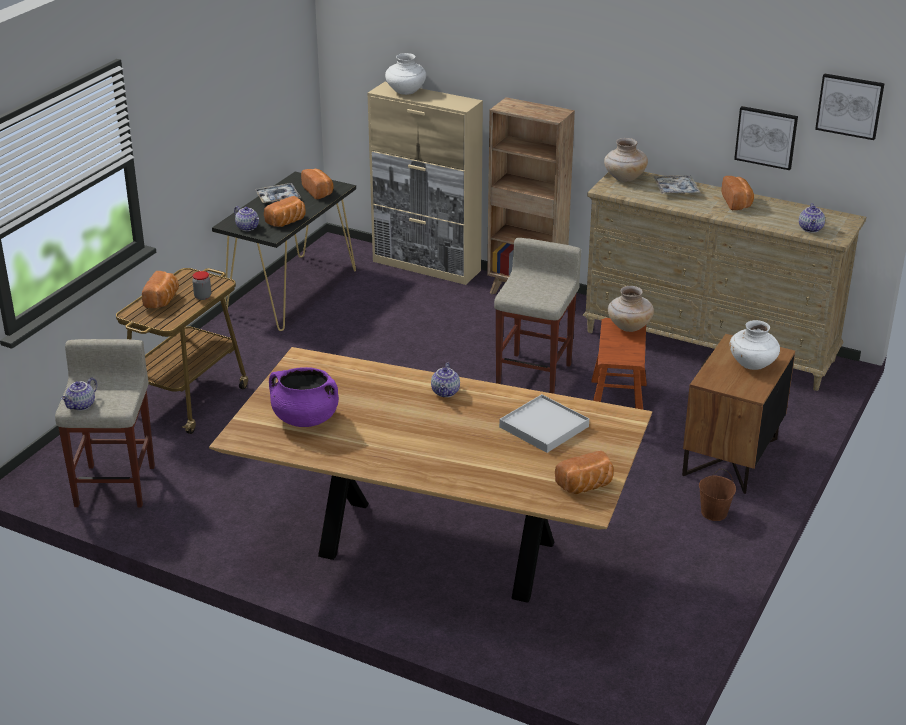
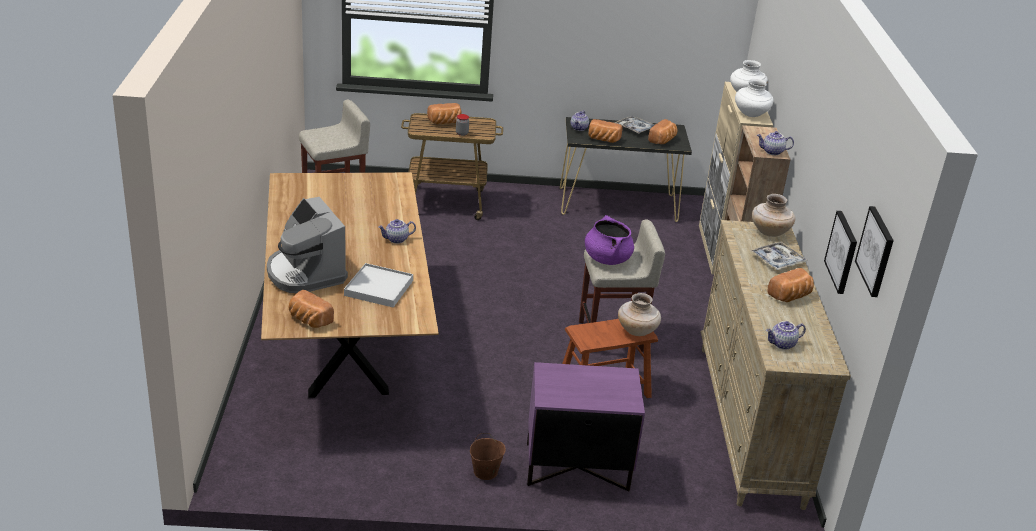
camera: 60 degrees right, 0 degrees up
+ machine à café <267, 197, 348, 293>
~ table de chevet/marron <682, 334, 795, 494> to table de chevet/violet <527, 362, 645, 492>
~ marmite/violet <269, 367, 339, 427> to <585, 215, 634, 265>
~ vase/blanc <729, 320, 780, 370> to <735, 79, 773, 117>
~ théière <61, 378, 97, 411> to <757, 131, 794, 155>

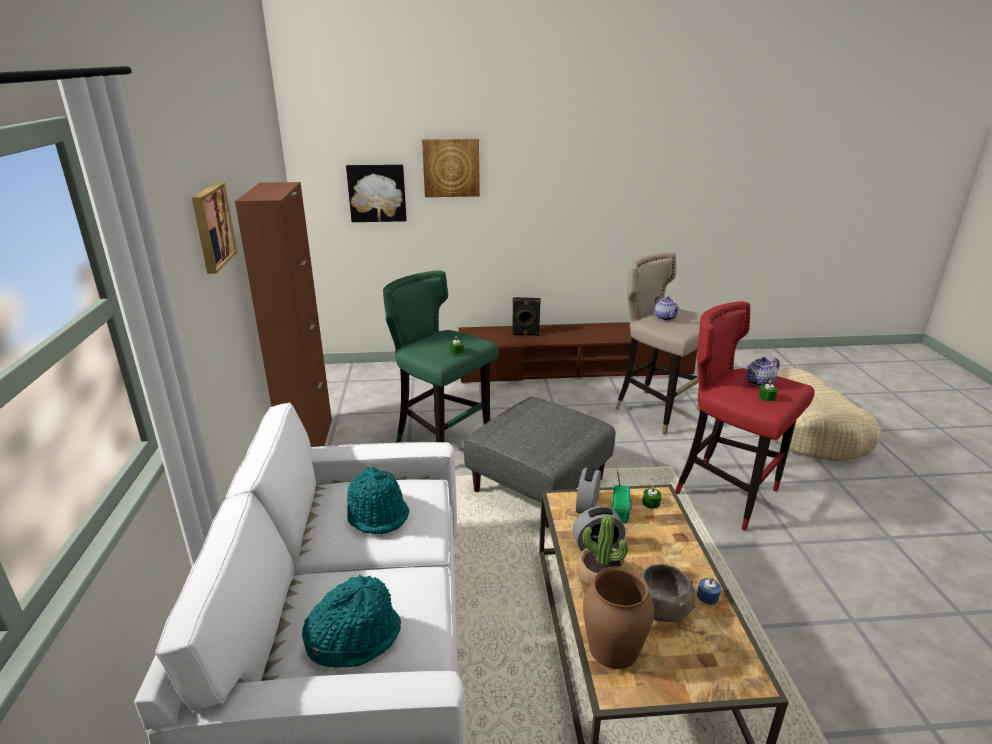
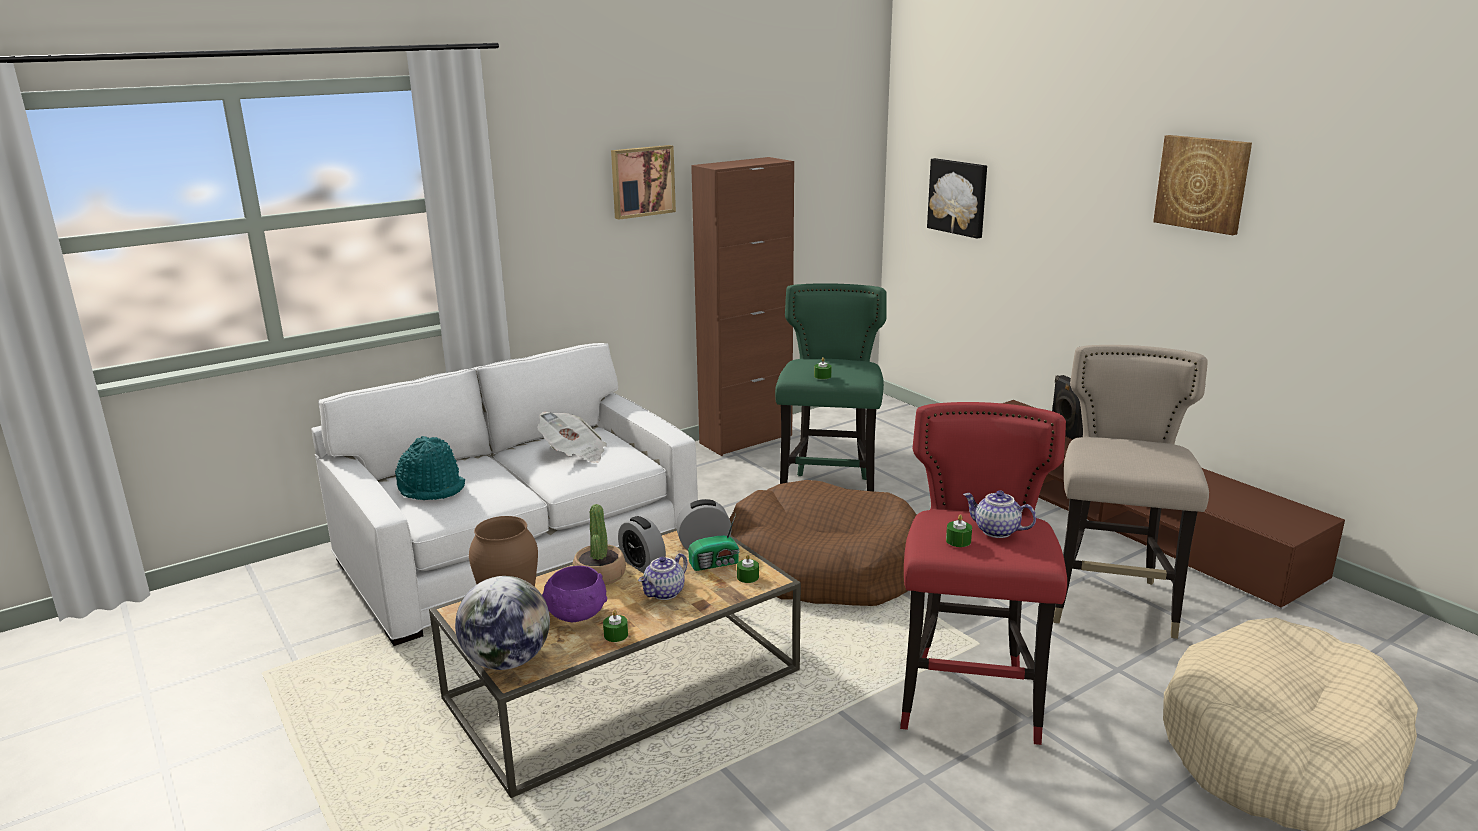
camera: 60 degrees right, 5 degrees down
+ globe <455, 576, 550, 670>
~ chapeau/turquoise <347, 467, 409, 535> to journal <537, 412, 607, 463>
~ bol/gris <640, 564, 696, 622> to bol/violet <542, 566, 607, 622>
~ bougie/bleu <697, 577, 721, 604> to bougie/vert <603, 610, 628, 642>
~ théière <655, 296, 679, 321> to <638, 553, 687, 600>
~ pouf/gris <464, 397, 615, 528> to panier pour chien/marron <730, 480, 917, 606>
~ tableau <422, 139, 480, 197> to <1153, 135, 1252, 235>

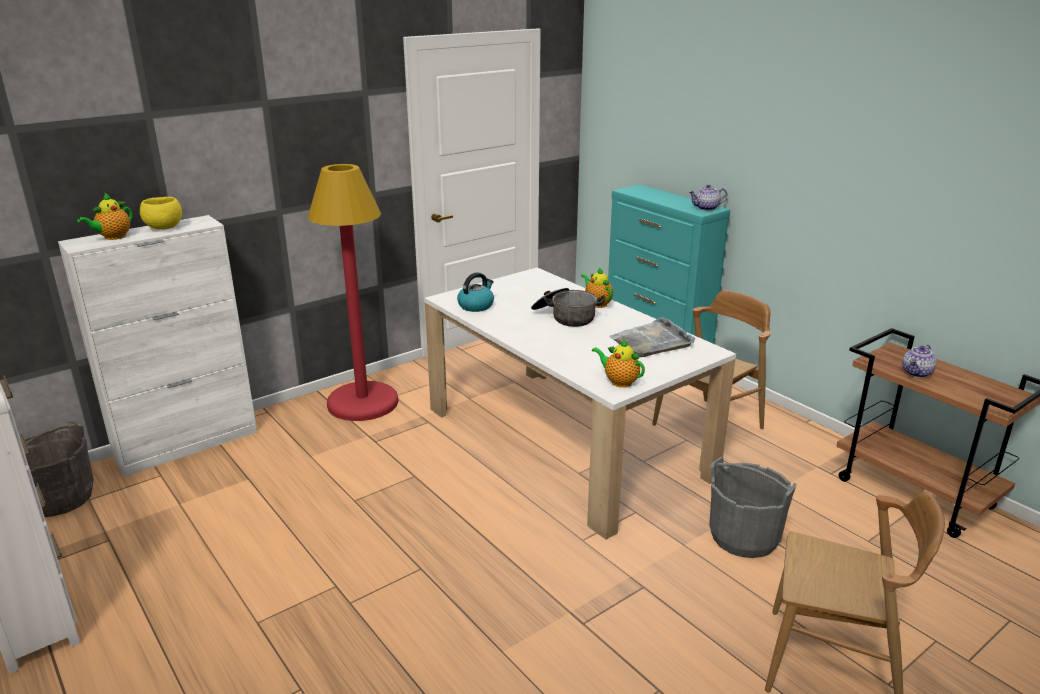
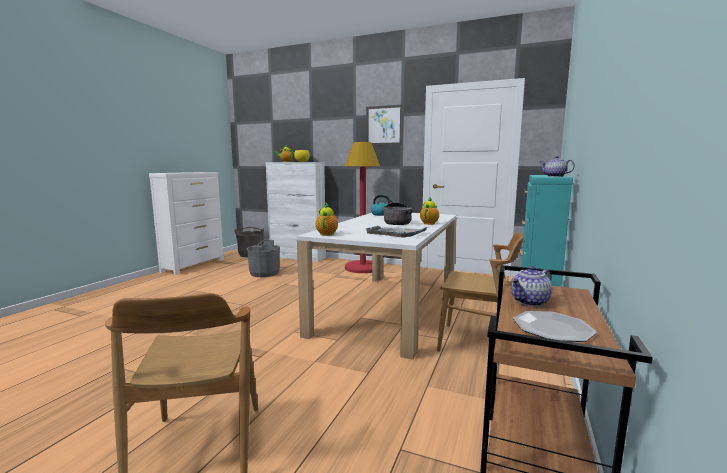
camera: 60 degrees right, 15 degrees down
~ seau/gris <709, 457, 797, 558> to <247, 239, 280, 277>
+ tableau <366, 105, 403, 145>
~ théière <902, 345, 937, 378> = <511, 266, 552, 307> 45 degrees counterclockwise
+ assiette <513, 311, 597, 342>

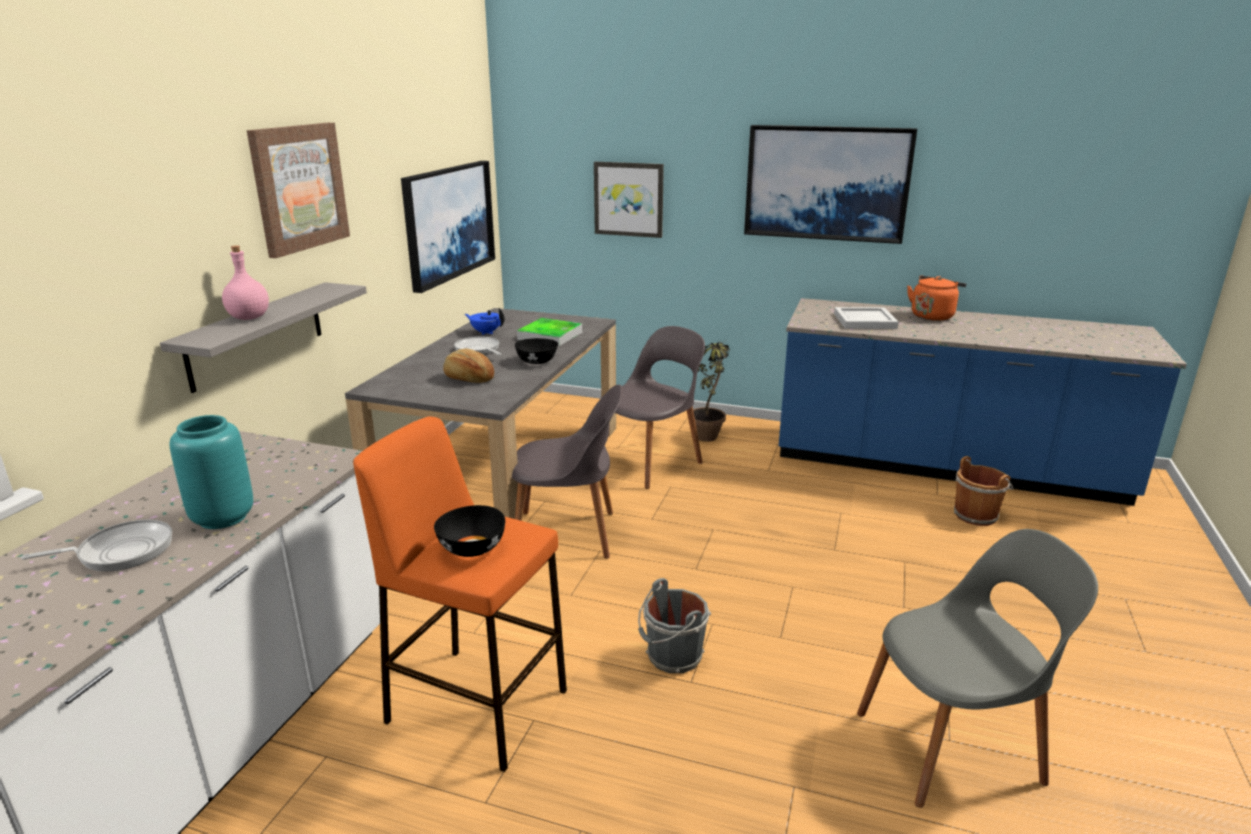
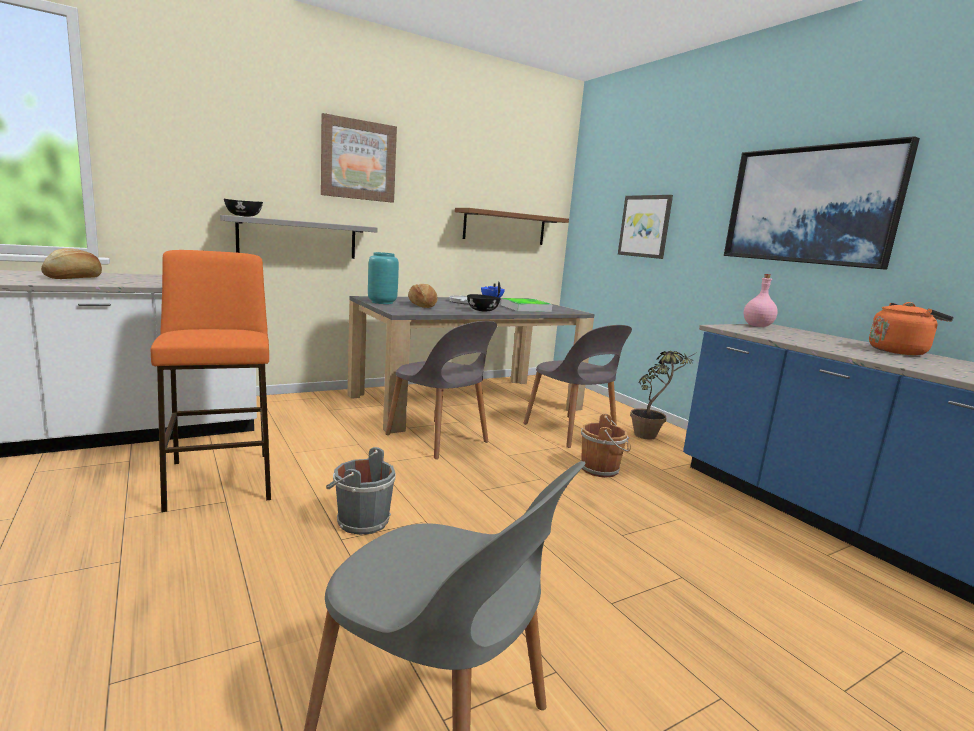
camera: 40 degrees right, 10 degrees down
~ poêle <21, 520, 172, 571> to pain <41, 248, 102, 279>
~ bol/noir <434, 505, 505, 557> to <224, 199, 263, 217>
~ vase/turquoise <169, 415, 253, 529> to <368, 252, 399, 304>
~ tableau <401, 161, 495, 293> to étagère/marron <455, 208, 569, 245>
~ chaise/gris <615, 326, 705, 489> = <523, 325, 632, 448> 60 degrees clockwise
~ seau/marron <954, 456, 1013, 526> to <580, 414, 631, 478>
~ bouteille/rose <222, 245, 269, 320> to <744, 274, 778, 327>
- plateau/blanc <834, 307, 898, 329>

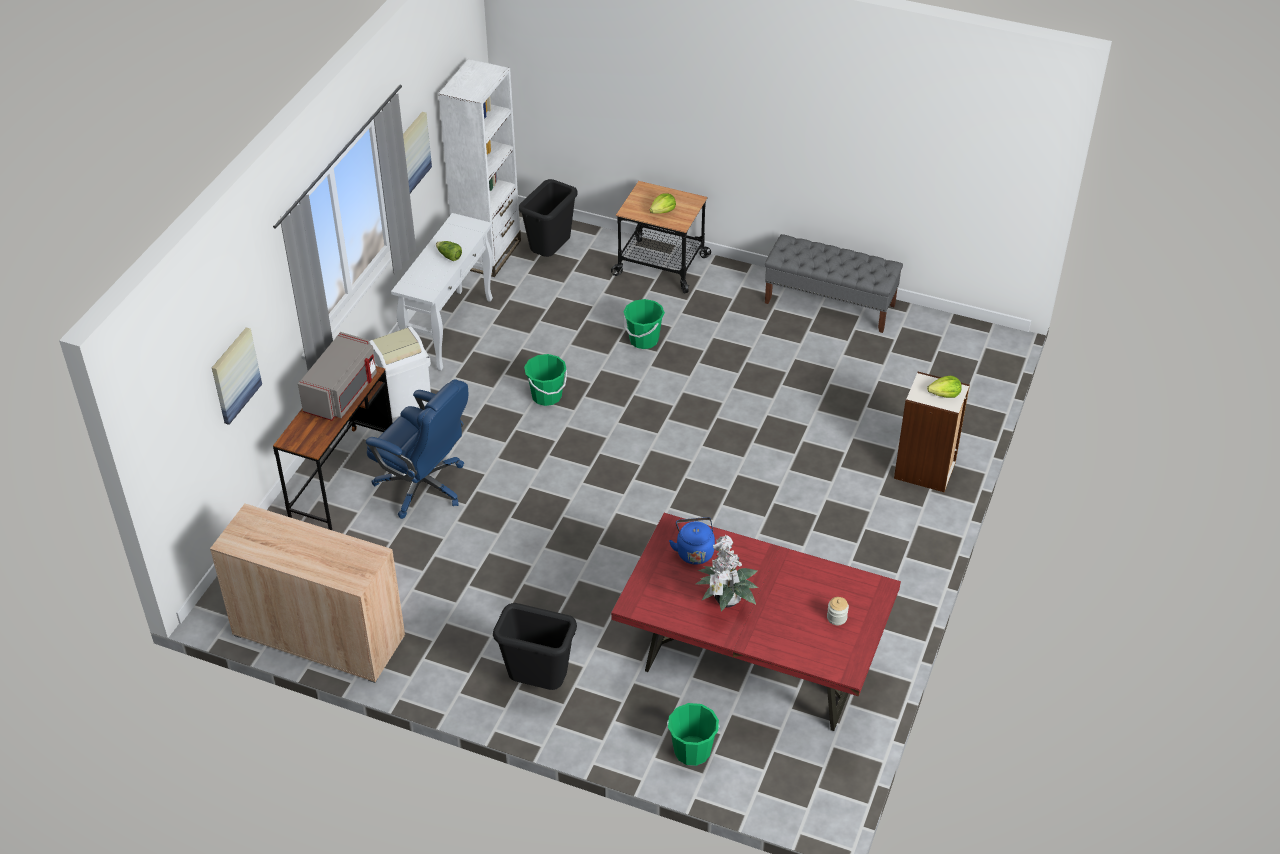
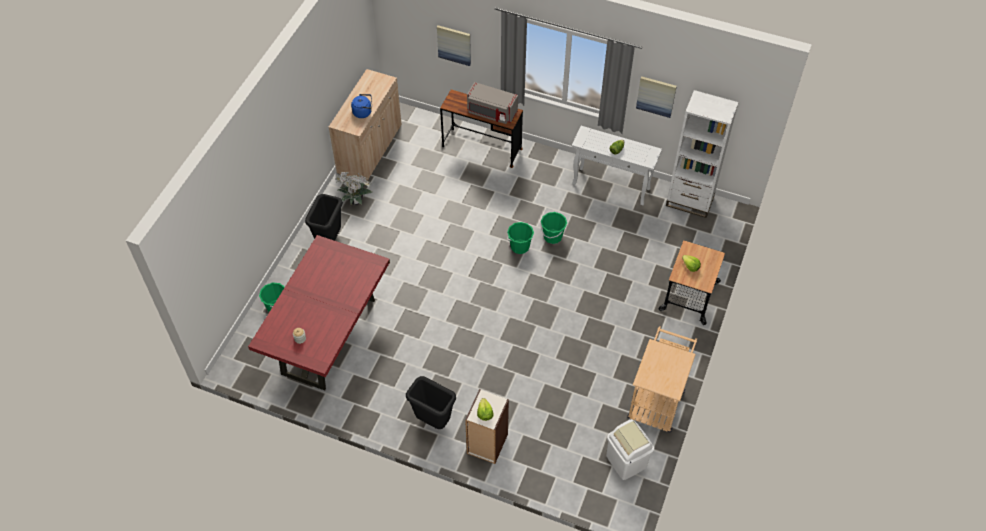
camera: 90 degrees right, 10 degrees up
~ plante en pot <696, 535, 758, 612> to <335, 172, 372, 205>
~ bouilloire/bleu <669, 517, 715, 565> to <351, 94, 372, 118>
~ poubelle/noir <519, 179, 578, 257> to <406, 376, 456, 429>
~ seau/vert <624, 299, 665, 349> to <507, 222, 534, 254>
~ poubelle/blanc <369, 327, 431, 418> to <606, 419, 654, 480>
~ banc/gris <765, 234, 903, 333> to chariot/beige <627, 326, 697, 432>
- chaise de bureau/bleu <366, 379, 468, 519>

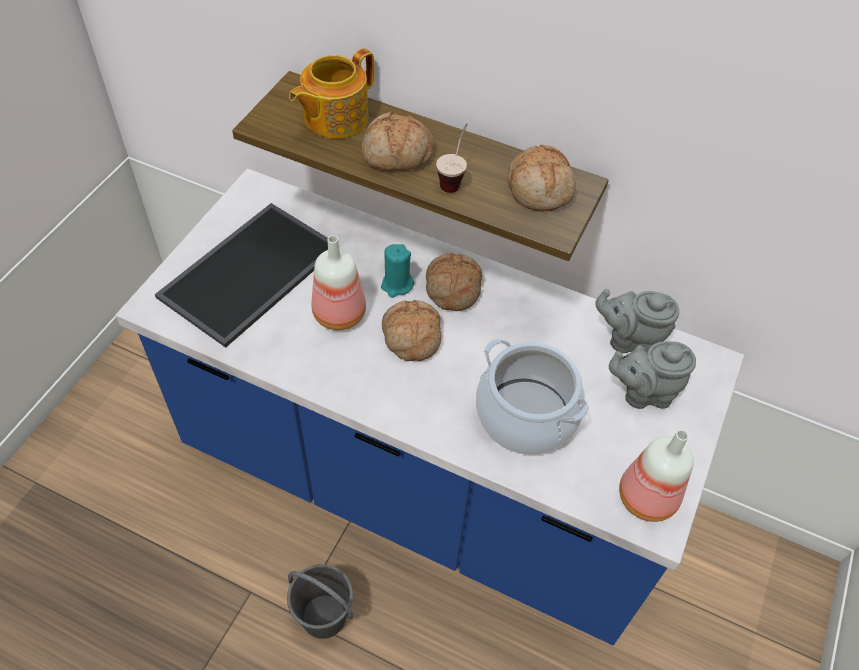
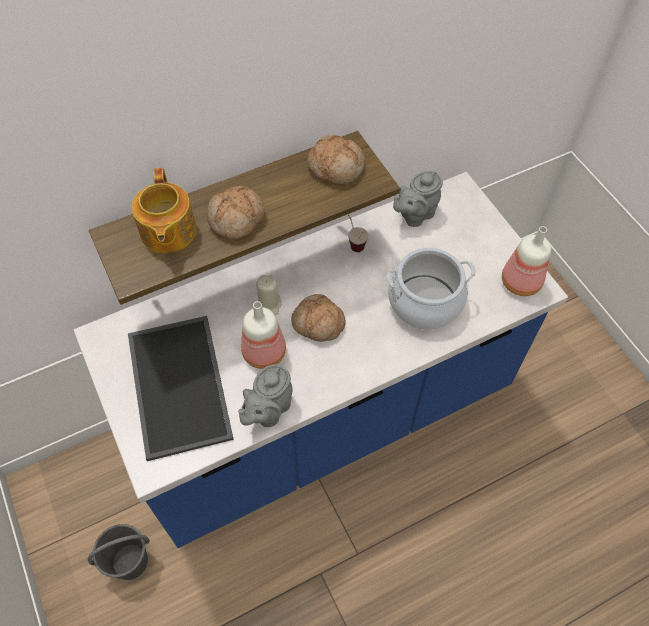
camera: 50 degrees left, 5 degrees up
~ seau/gris <287, 564, 353, 639> to <88, 524, 150, 580>
~ théière/gris <609, 341, 696, 409> to <238, 364, 292, 427>
~ bougie/turquoise <381, 244, 414, 298> to bougie/beige <256, 275, 282, 315>
~ tasse <436, 123, 467, 193> to <347, 214, 368, 252>
- pain <426, 253, 482, 311>

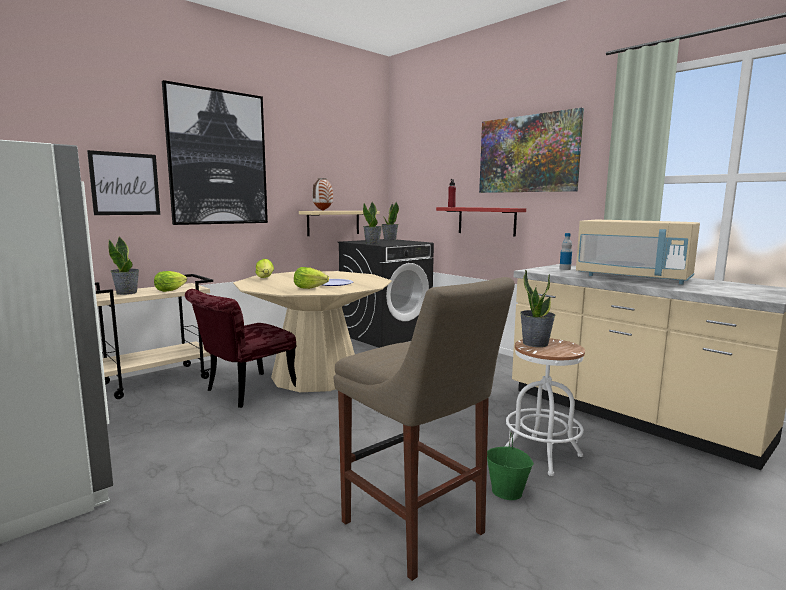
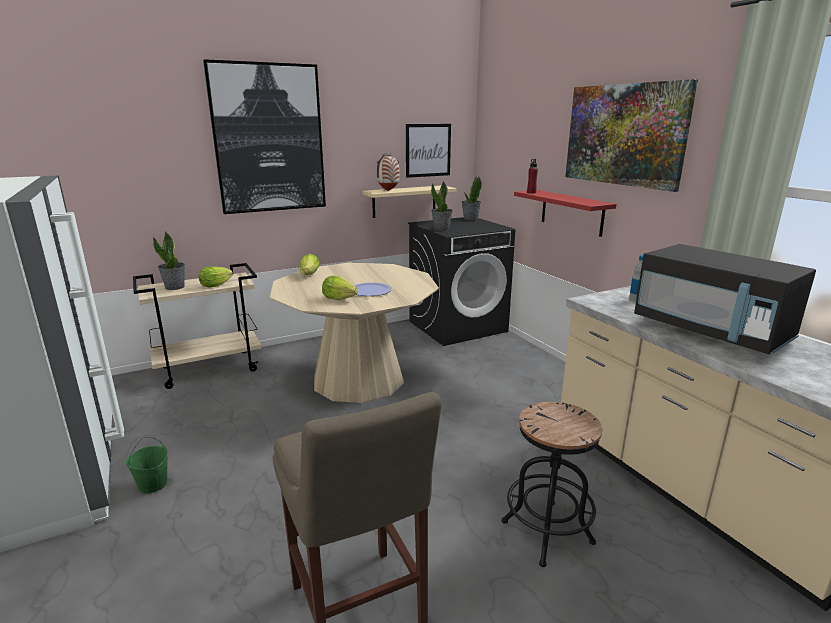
camera: 15 degrees right, 10 degrees up
~ seau/vert <487, 433, 534, 500> to <126, 437, 168, 494>
~ tableau <87, 150, 160, 215> to <406, 124, 451, 178>
~ tabouret/blanc <504, 338, 585, 476> to tabouret/noir <502, 402, 602, 567>
~ micro-ondes/beige <576, 219, 700, 284> to micro-ondes/noir <634, 244, 816, 355>
- chaise/rouge <185, 289, 296, 408>
- plante en pot <520, 269, 555, 347>

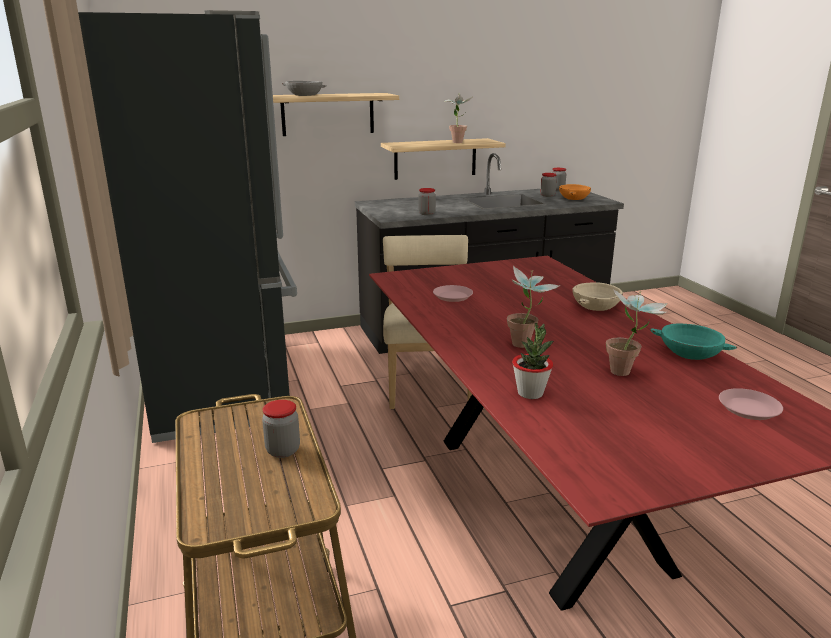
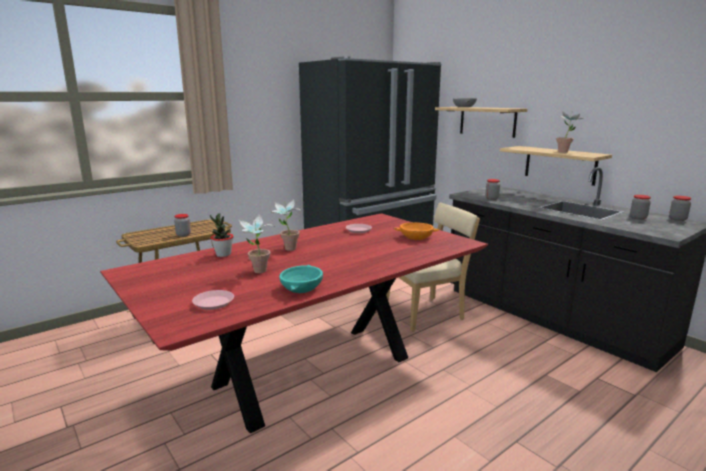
camera: 70 degrees right, 5 degrees down
~ bol/orange <559, 184, 591, 200> to <394, 222, 440, 240>
- bol/beige <573, 282, 623, 311>

